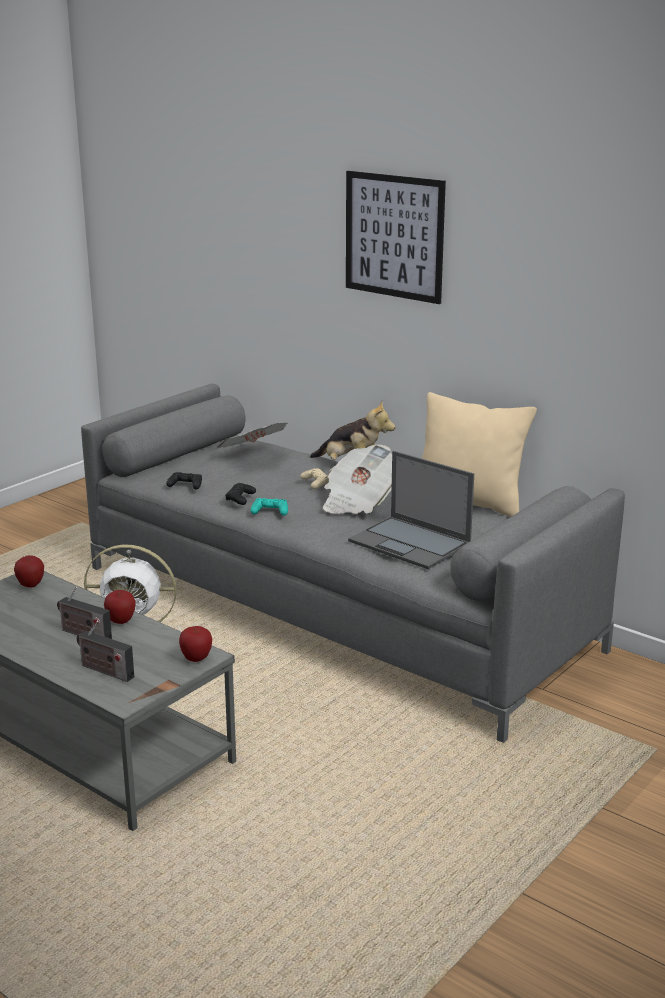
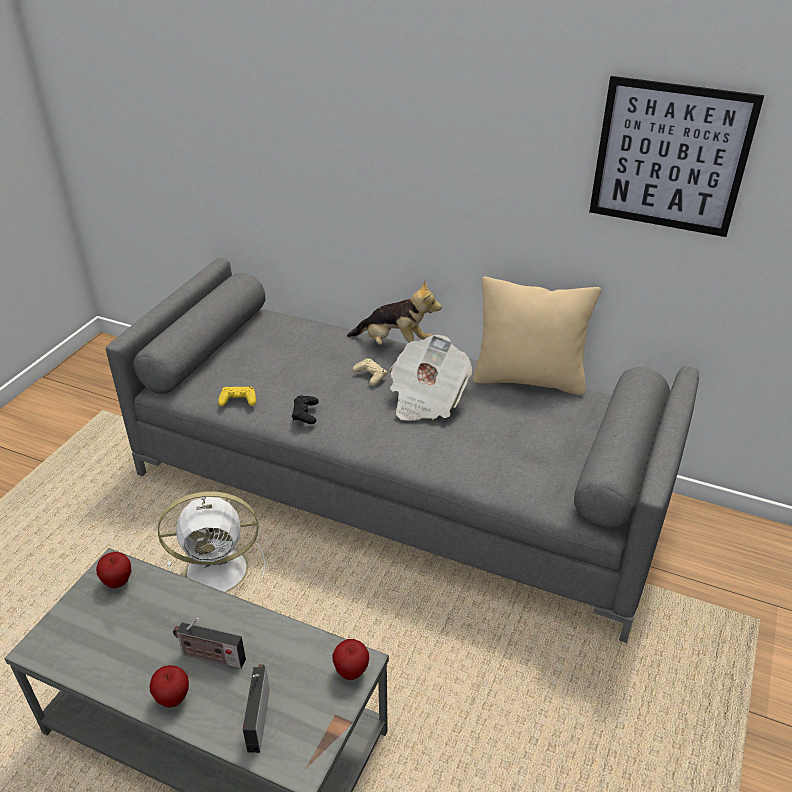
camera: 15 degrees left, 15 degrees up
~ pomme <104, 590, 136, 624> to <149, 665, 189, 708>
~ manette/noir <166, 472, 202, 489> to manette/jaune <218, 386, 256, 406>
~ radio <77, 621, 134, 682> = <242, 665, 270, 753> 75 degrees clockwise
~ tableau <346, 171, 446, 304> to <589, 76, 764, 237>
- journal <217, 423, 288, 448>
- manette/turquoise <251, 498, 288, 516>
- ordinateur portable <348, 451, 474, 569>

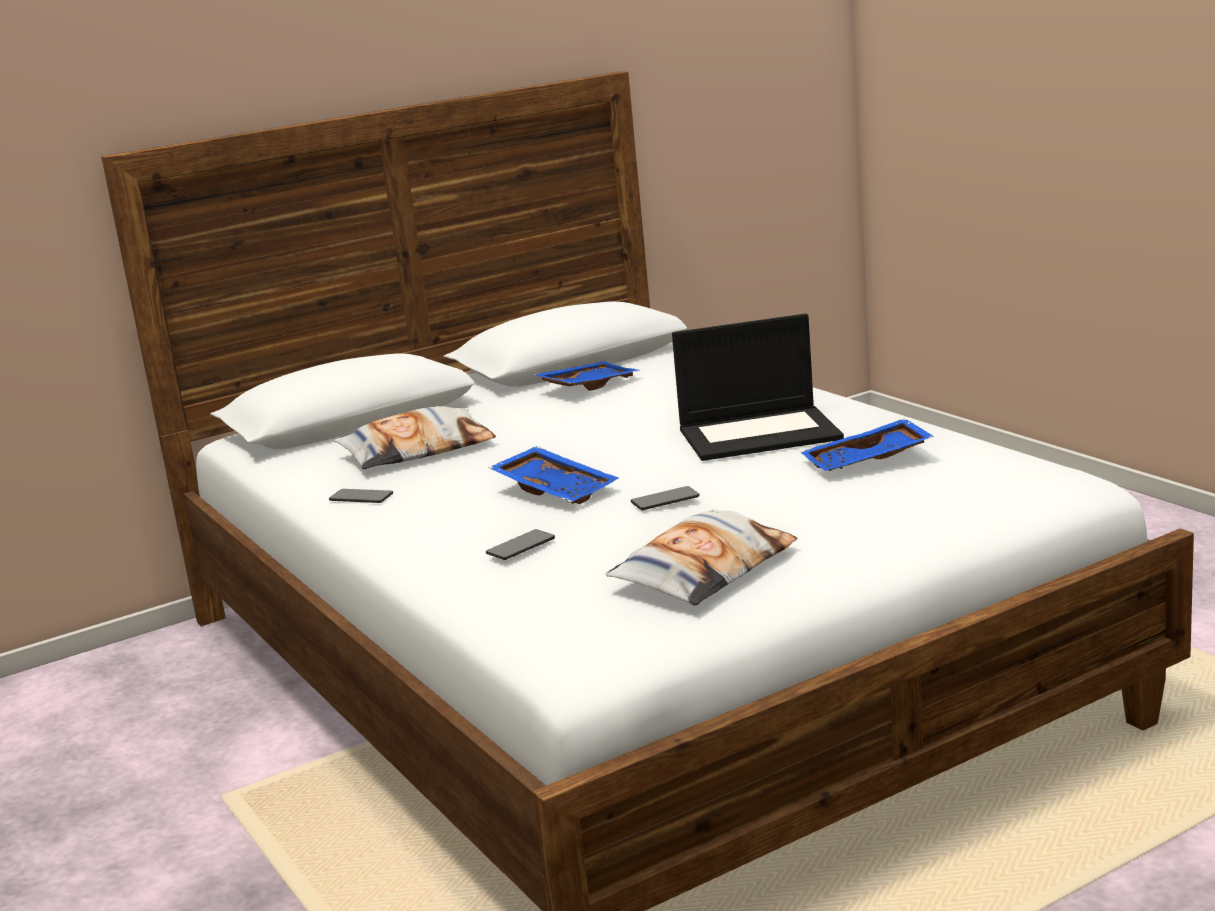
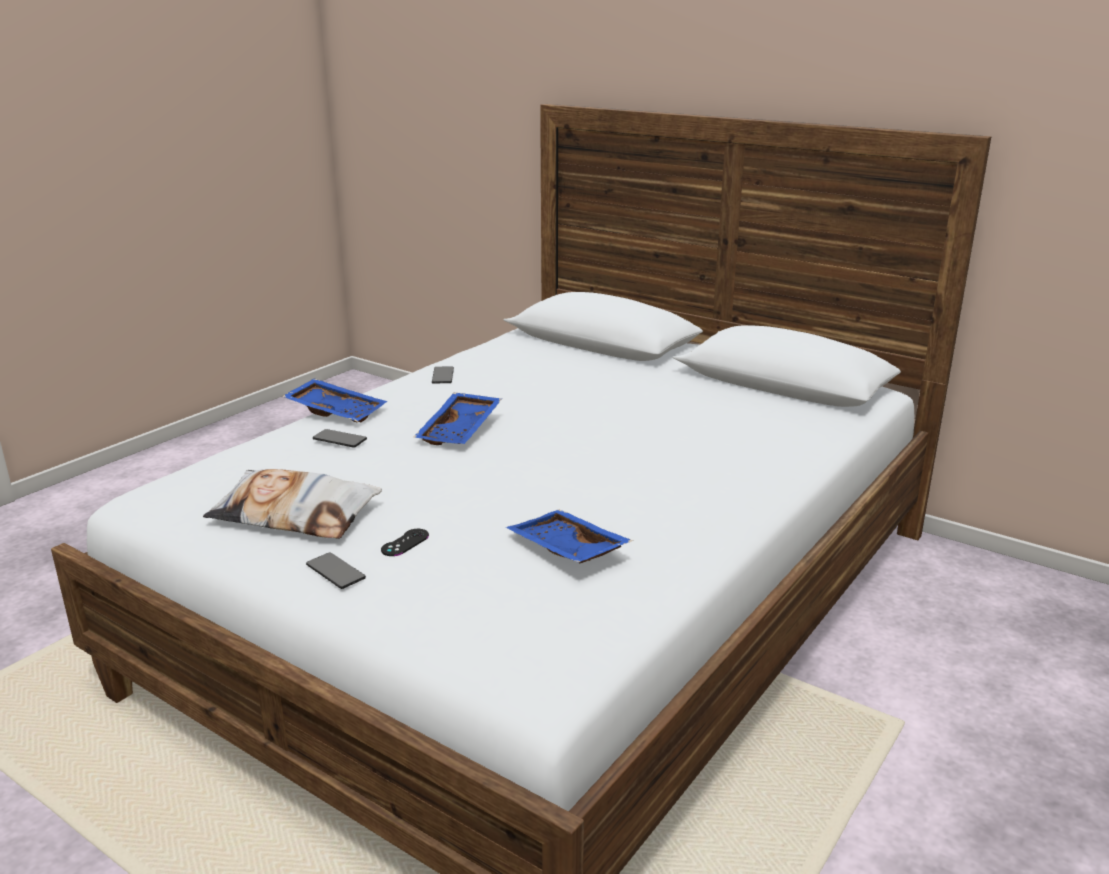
camera: 65 degrees right, 5 degrees up
~ plateau/bleu <532, 361, 641, 391> to <282, 378, 387, 422>
~ téléphone <631, 486, 700, 510> to <306, 552, 366, 589>
+ manette/noir <381, 529, 429, 556>
- coussin <333, 406, 496, 469>
- ordinateur portable <672, 313, 844, 461>

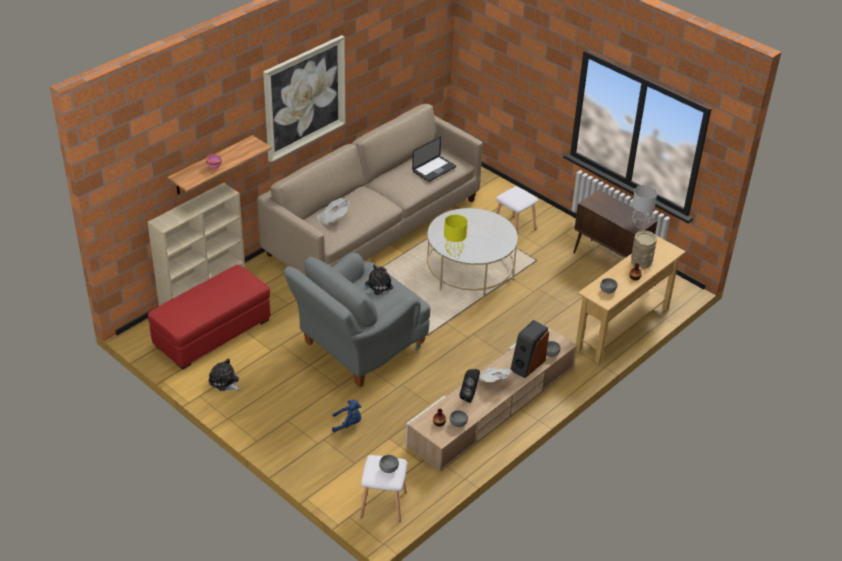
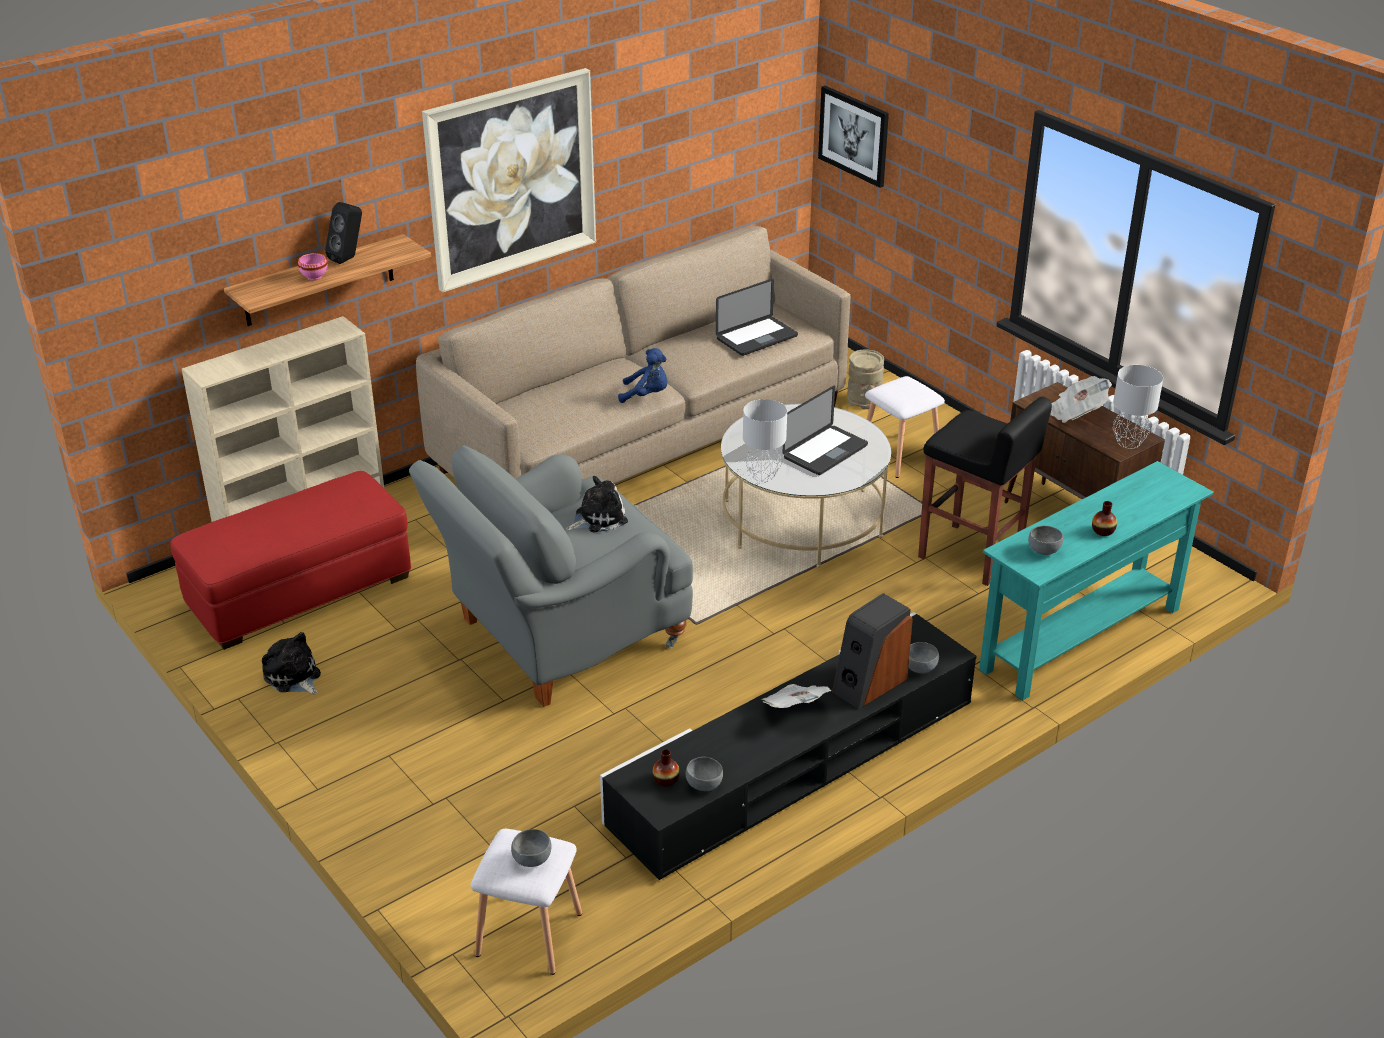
camera: 10 degrees right, 5 degrees down
~ enceinte/noir <459, 369, 480, 403> to <325, 202, 362, 264>
~ meuble télé/beige <406, 324, 577, 472> to meuble télé/noir <600, 612, 977, 880>
~ peluche/bleu <332, 400, 361, 432> to <618, 348, 668, 403>
~ lampe de table/jaune <444, 214, 468, 257> to lampe de table/gris <743, 399, 787, 482>
+ ordinateur portable <783, 386, 868, 475>
+ tableau <818, 86, 889, 188>
~ vase/beige <631, 231, 657, 269> to <847, 349, 884, 409>
+ tabouret/noir <918, 397, 1052, 586>
~ table console/beige <576, 235, 686, 364> to table console/turquoise <979, 461, 1214, 701>
~ journal <317, 198, 350, 225> to <1050, 376, 1112, 423>

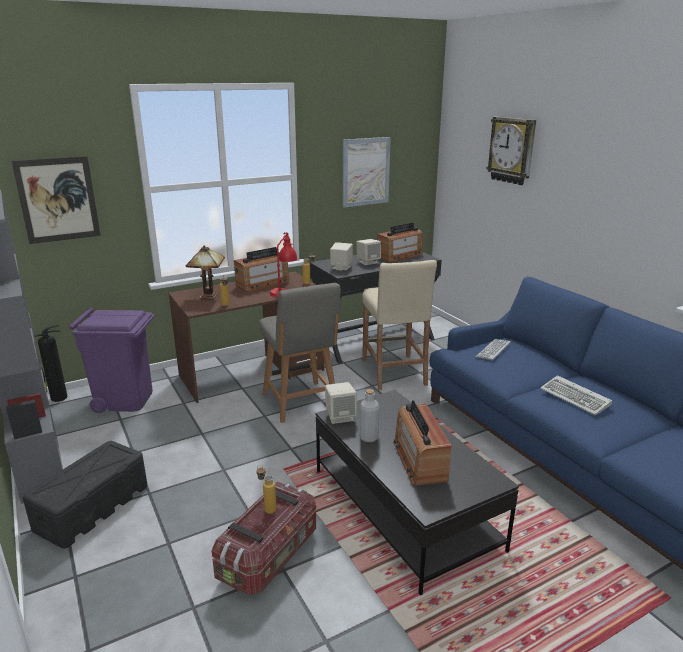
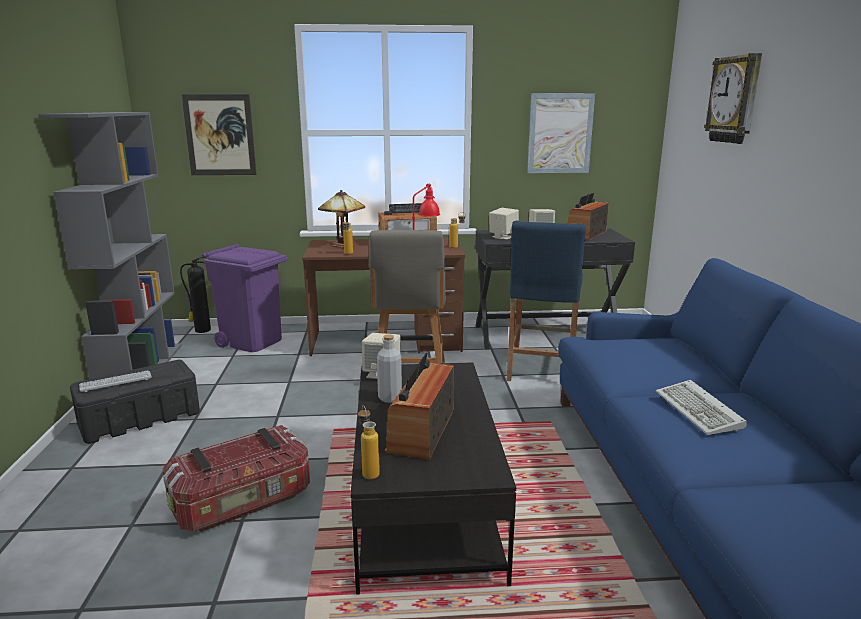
camera: 25 degrees right, 5 degrees down
~ clavier <476, 339, 511, 360> to <79, 370, 152, 392>
~ bouteille <256, 465, 277, 514> to <358, 405, 380, 479>
~ tabouret/beige <362, 260, 437, 390> to tabouret/bleu <506, 220, 586, 381>
~ radio <377, 223, 423, 262> = <567, 193, 609, 241> 135 degrees clockwise

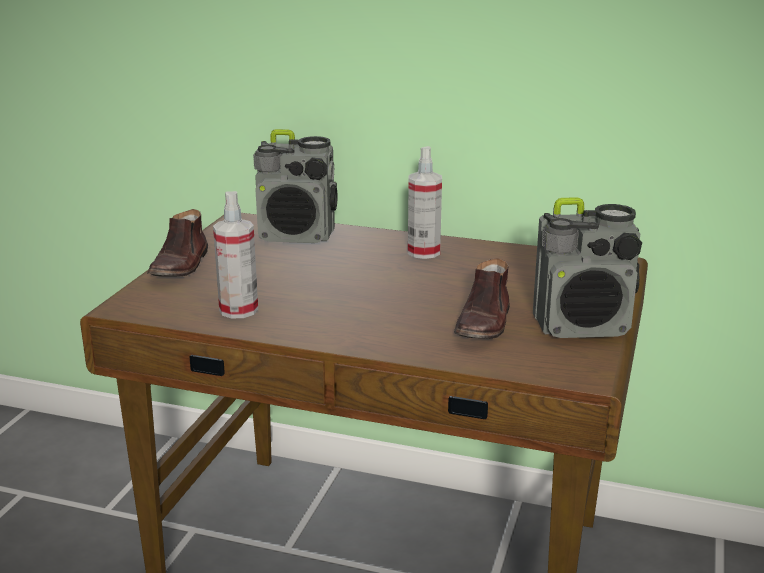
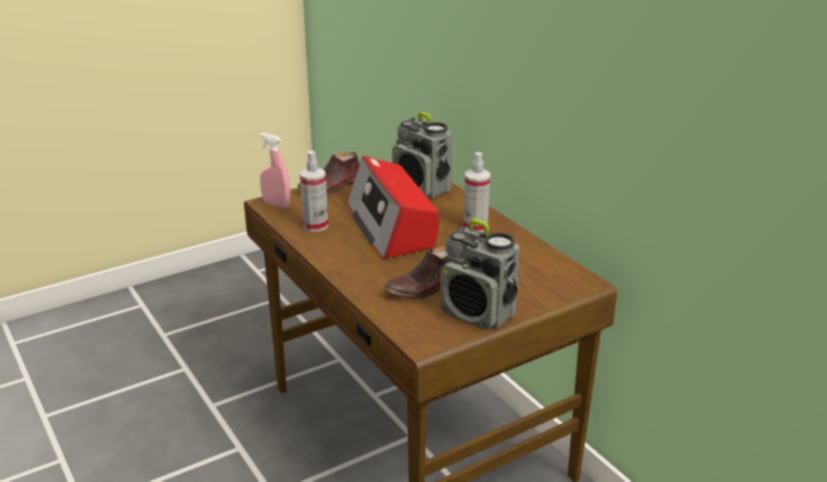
camera: 40 degrees right, 5 degrees up
+ vaporisateur/rose <260, 133, 290, 208>
+ radio <347, 156, 439, 259>

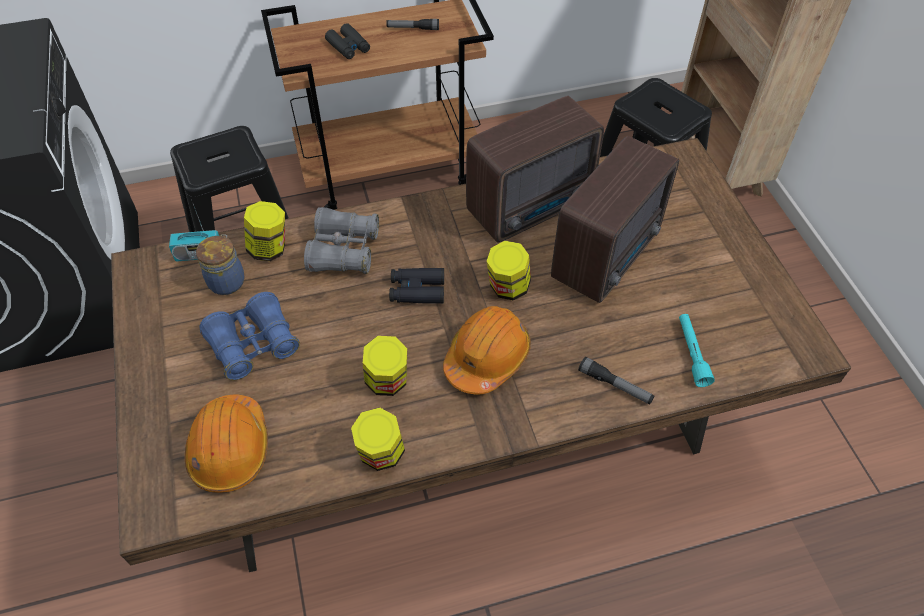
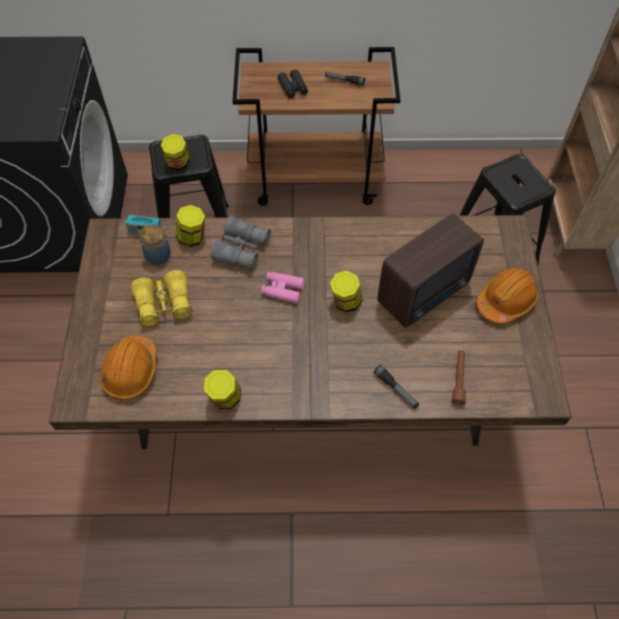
camera: 15 degrees right, 5 degrees up
~ jumelles/bleu <199, 292, 300, 380> to jumelles/jaune <131, 270, 193, 326>
~ bocal <363, 336, 407, 396> to <161, 134, 190, 170>
~ jumelles/noir <389, 268, 444, 304> to jumelles/rose <261, 272, 305, 304>
~ lampe de poche/turquoise <679, 314, 715, 387> to lampe de poche/marron <452, 350, 466, 406>
~ casque de chantier/orange <443, 306, 531, 395> to <476, 268, 538, 324>
- radio <466, 96, 604, 242>

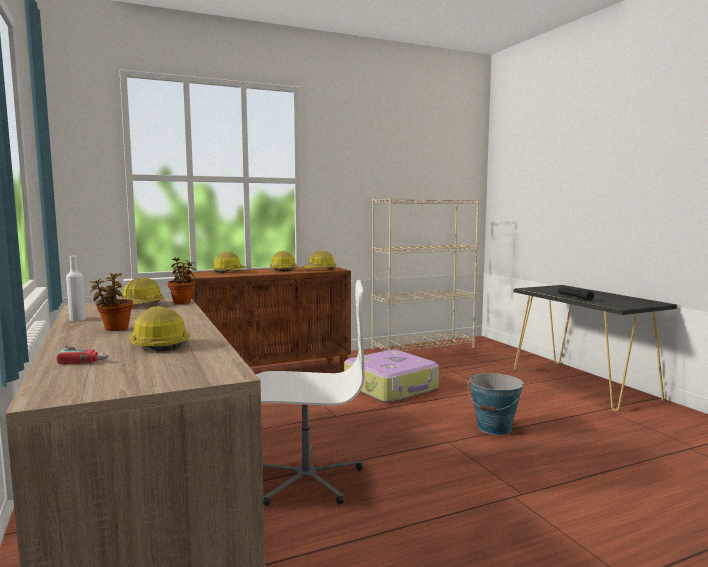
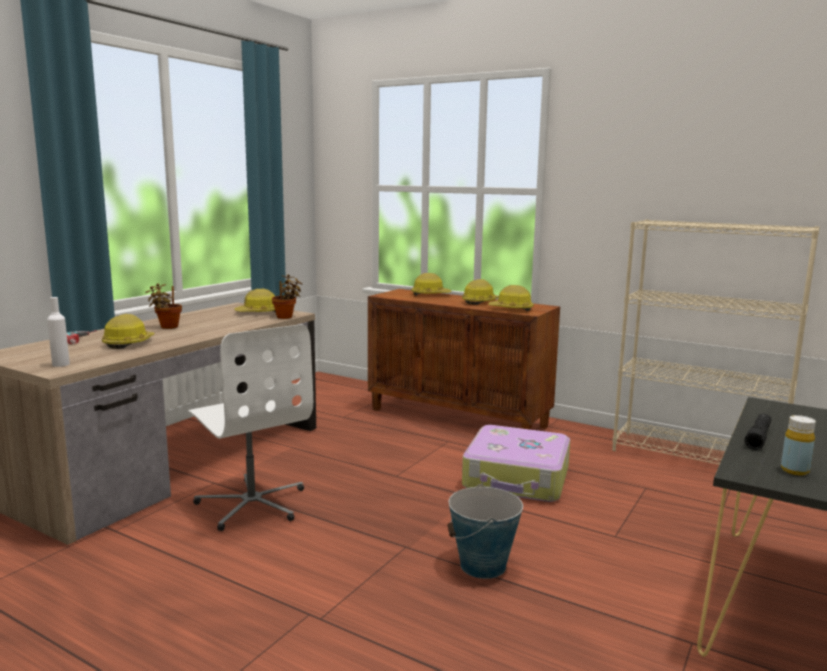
camera: 55 degrees right, 5 degrees up
~ bouteille/blanc <66, 256, 86, 321> to <47, 297, 70, 367>
+ bouteille/jaune <781, 415, 816, 475>

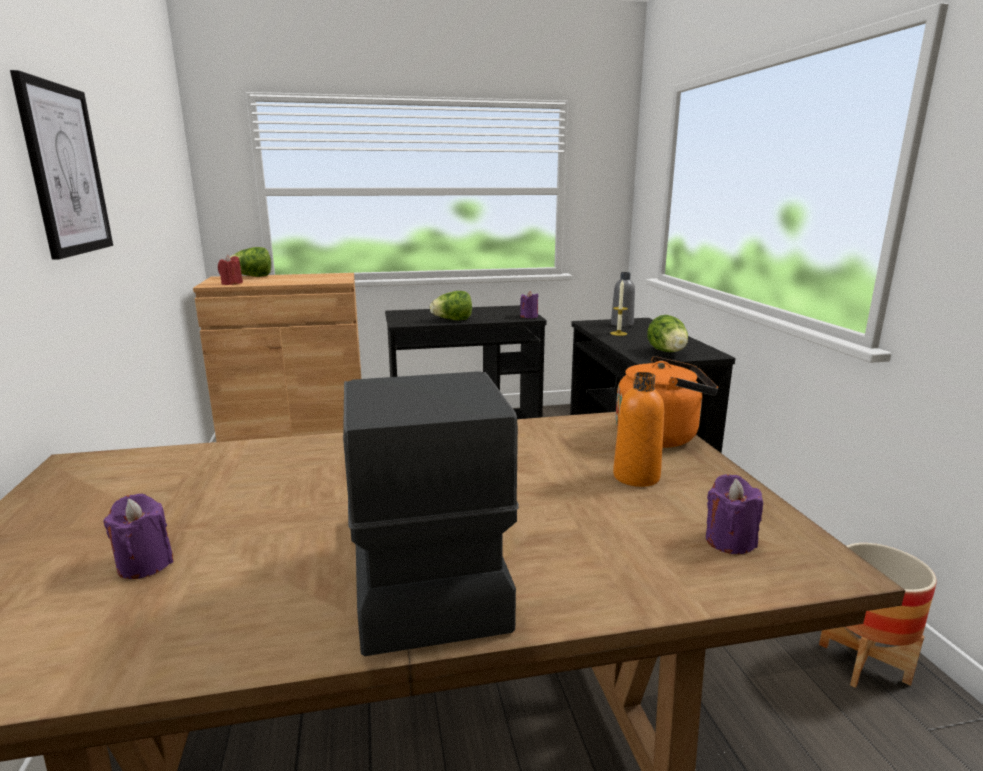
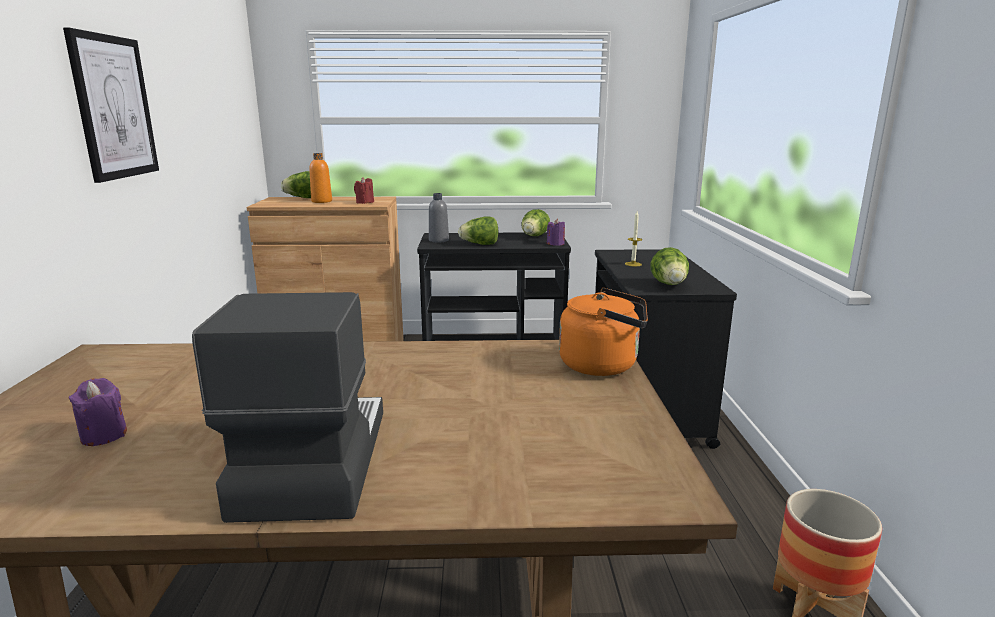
camera: 10 degrees right, 0 degrees up
~ bouteille/orange <613, 372, 664, 487> to <309, 153, 332, 203>
~ bougie/rouge <218, 255, 243, 285> to <354, 177, 374, 204>
~ bouteille/gris <611, 272, 635, 327> to <429, 193, 449, 242>
+ laitue <521, 209, 550, 236>
- bougie/violet <706, 474, 763, 554>

